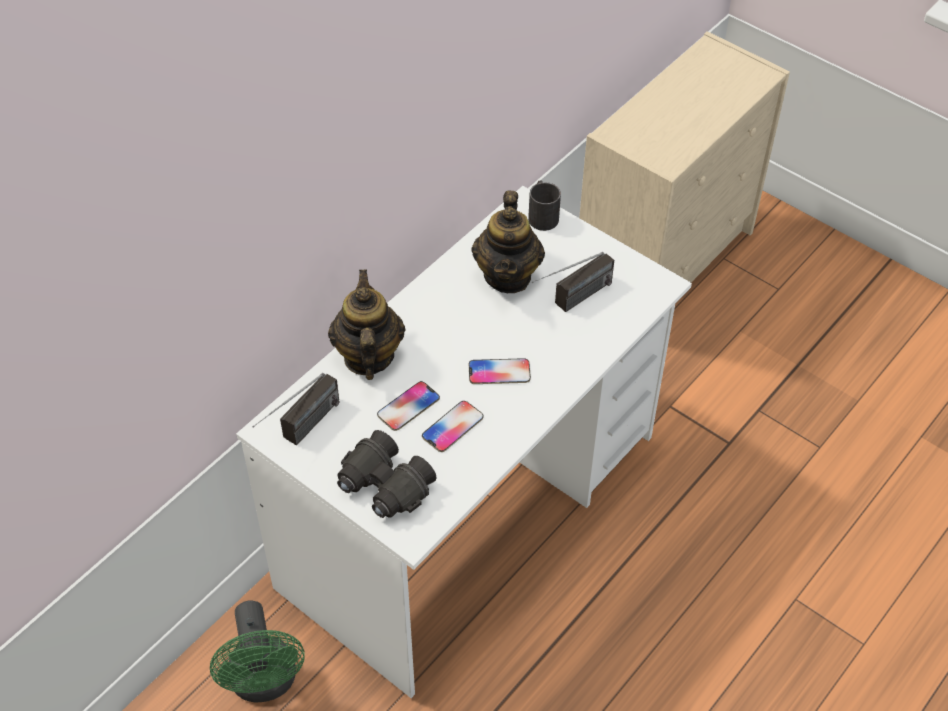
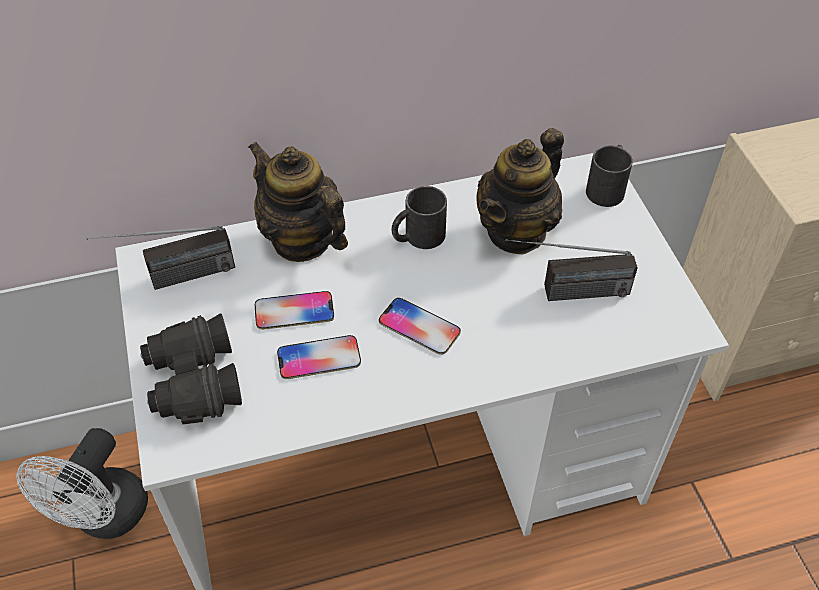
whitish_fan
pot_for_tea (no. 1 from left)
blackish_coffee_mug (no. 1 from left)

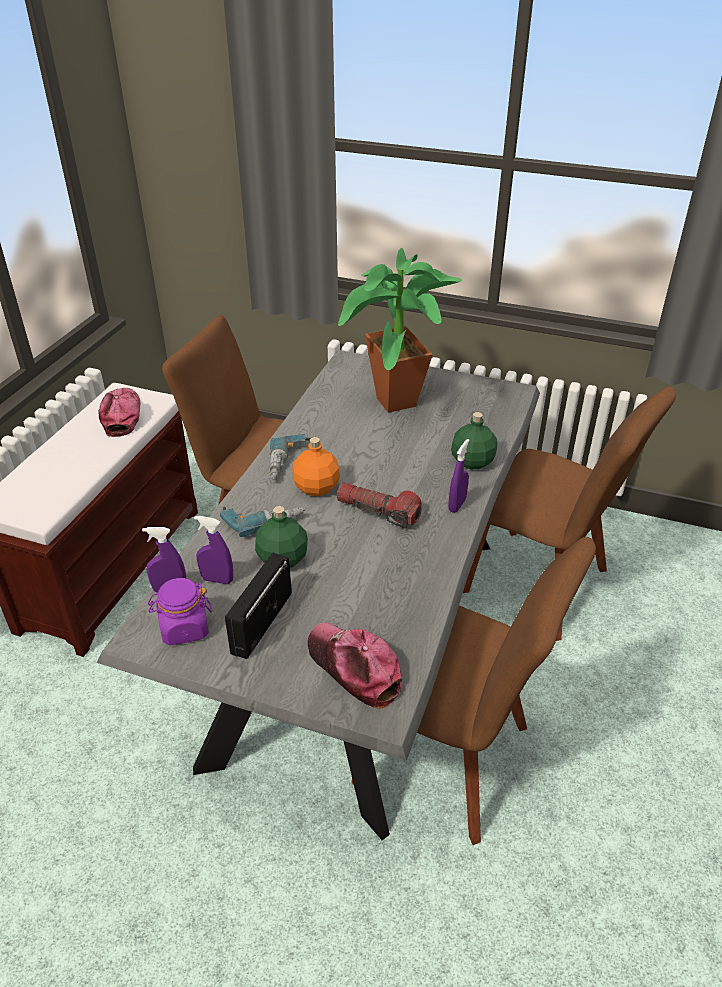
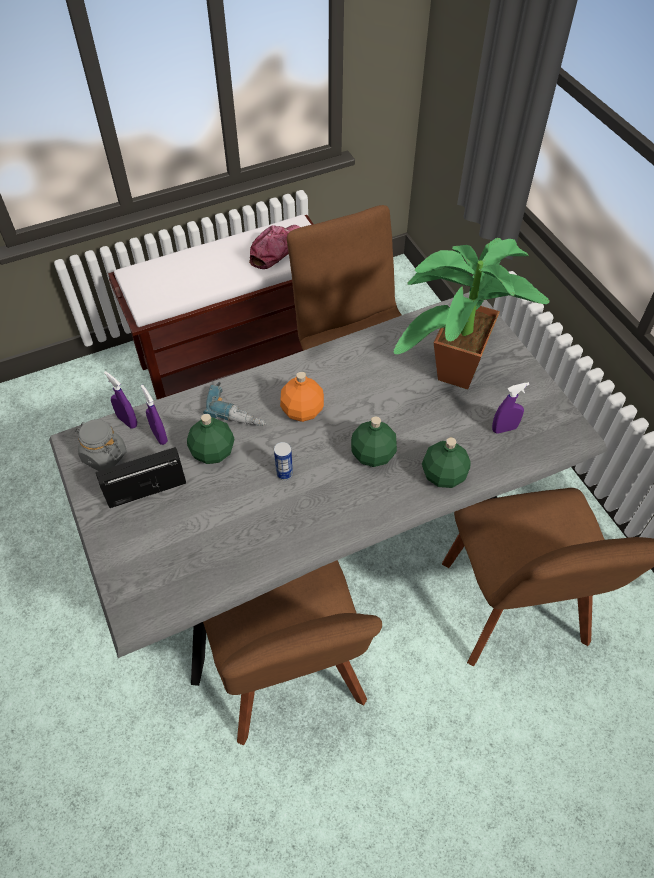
gray_preserve_jar
electric_drill (no. 2 from left in the first image)
peaked_cap (no. 2 from left in the first image)
torch
purplish_hand_sprayer (no. 3 from left)
metal_can
green-coloured_beverage_bottle (no. 2 from left)

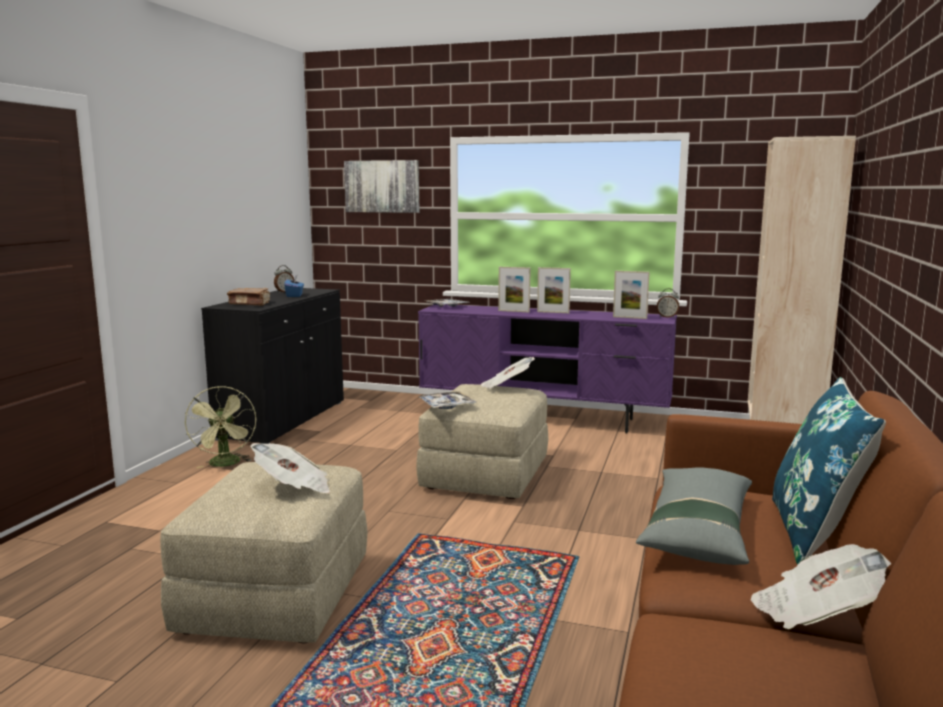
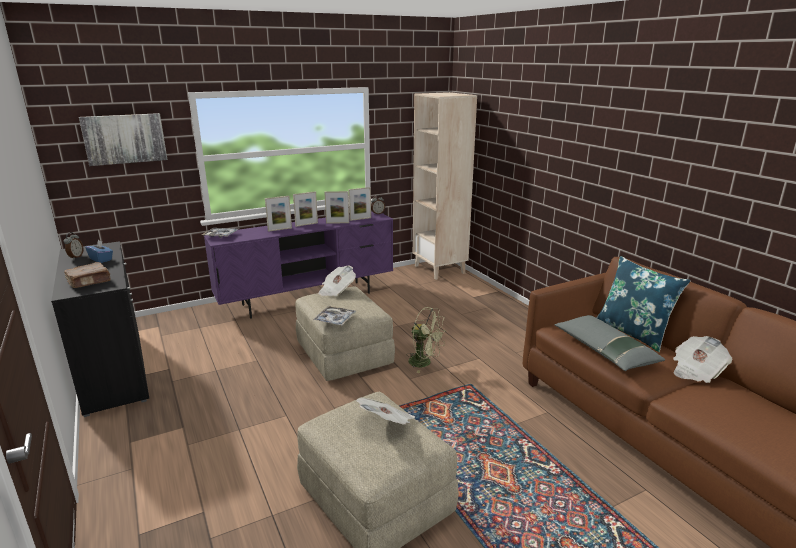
green-coloured_fan
picture_frame (no. 3 from left)

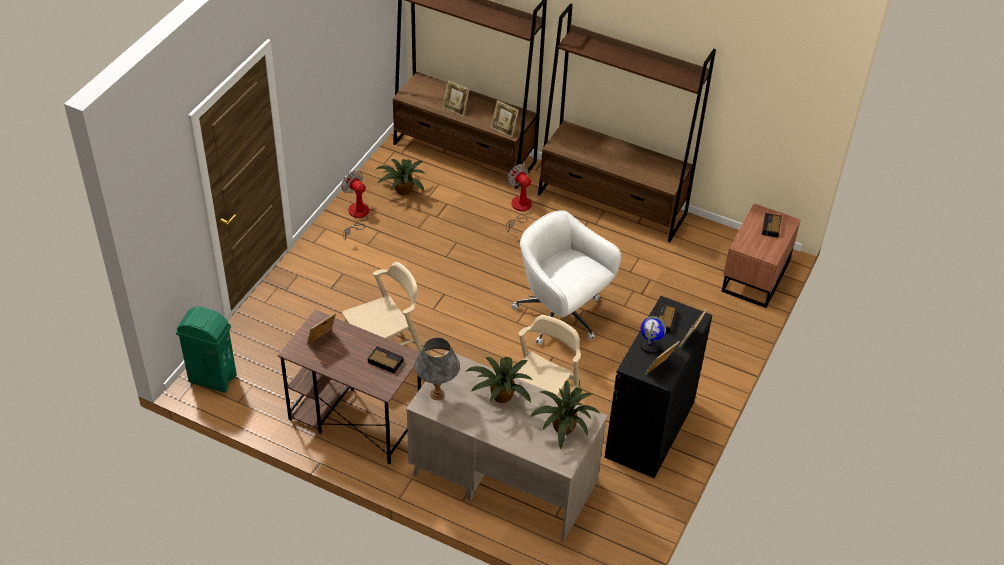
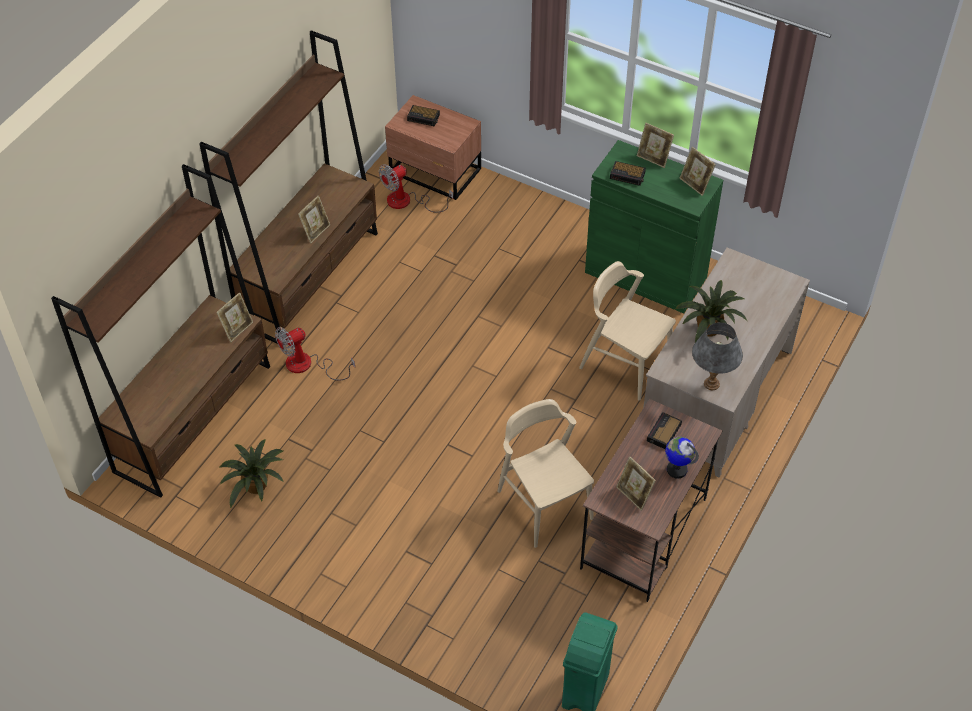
fan (no. 2 from left)
picture_frame (no. 2 from left)
whitish_desk_chair
houseplant (no. 3 from left in the first image)
green-coloured_cabinet
desk_globe

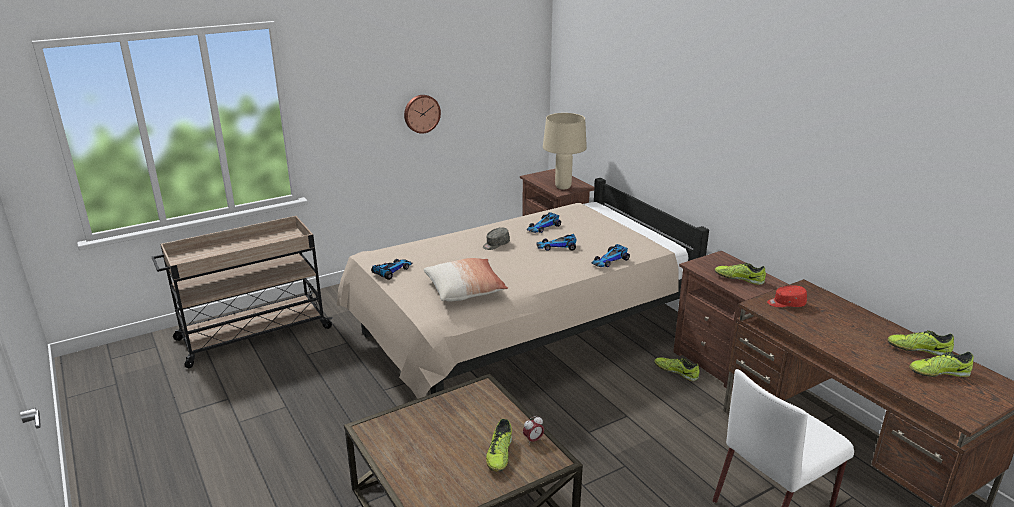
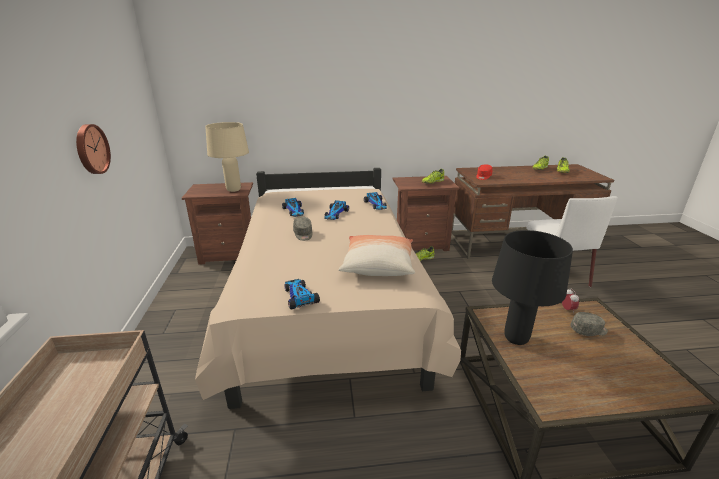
gray_peaked_cap (no. 2 from left)
blackish_lamp_for_a_table

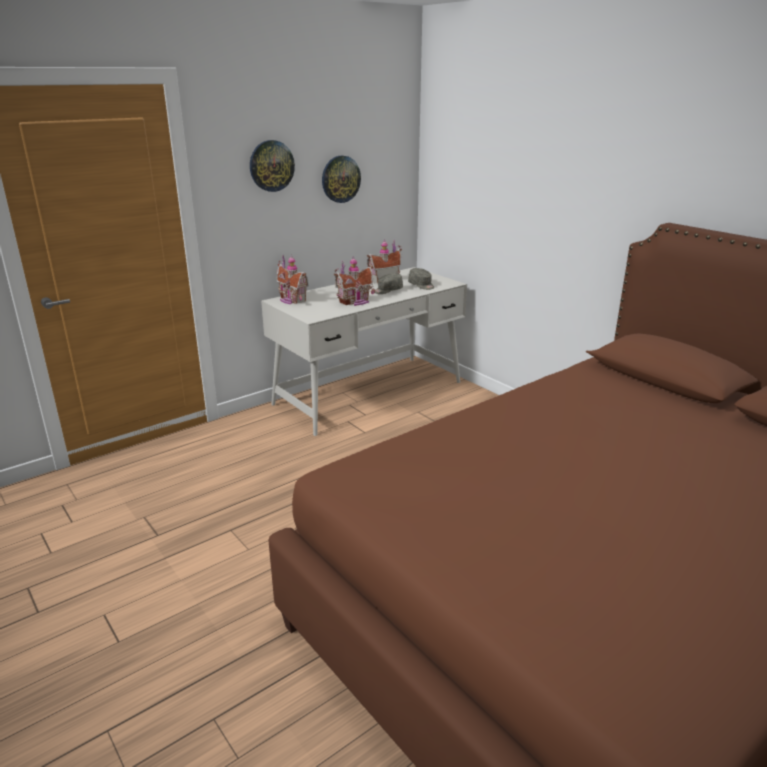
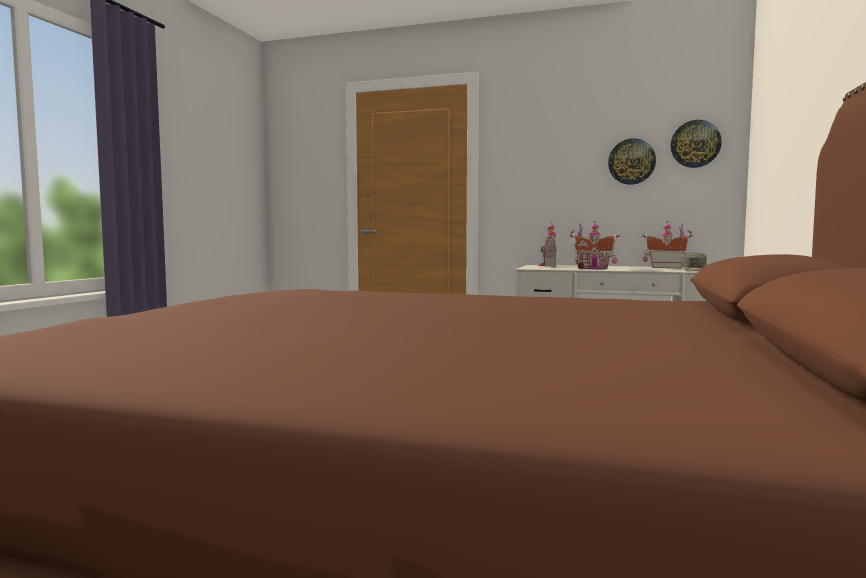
hanging_clock (no. 2 from left)
gray_peaked_cap (no. 1 from left in the first image)

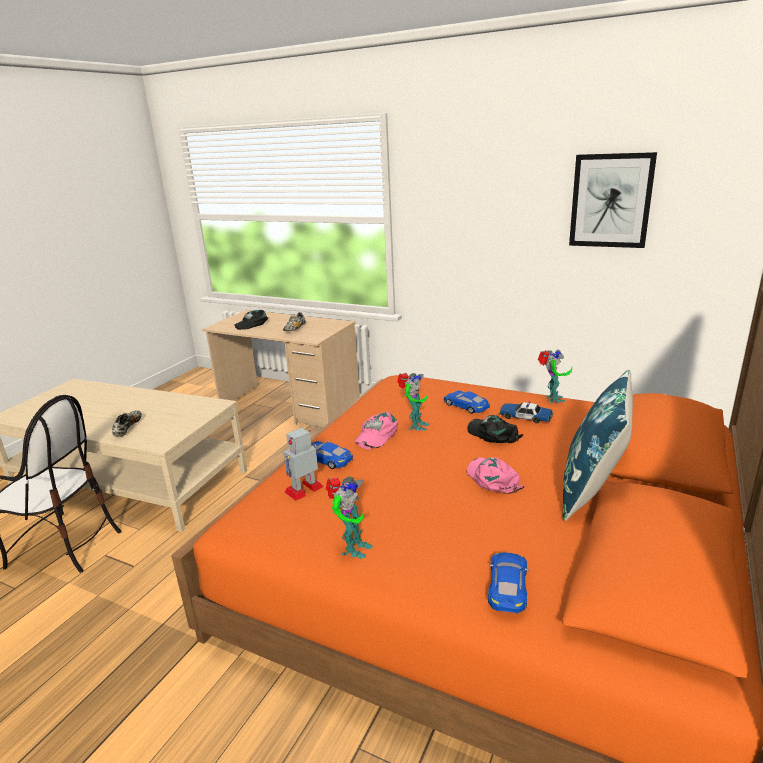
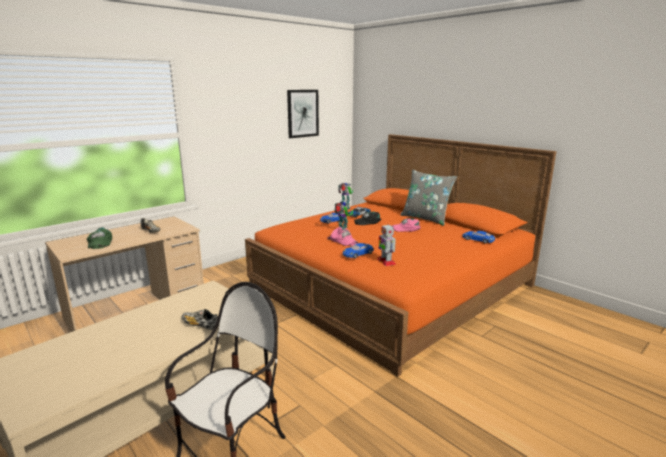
green-coloured_peaked_cap
model_robot (no. 2 from left in the first image)
gray_cushion

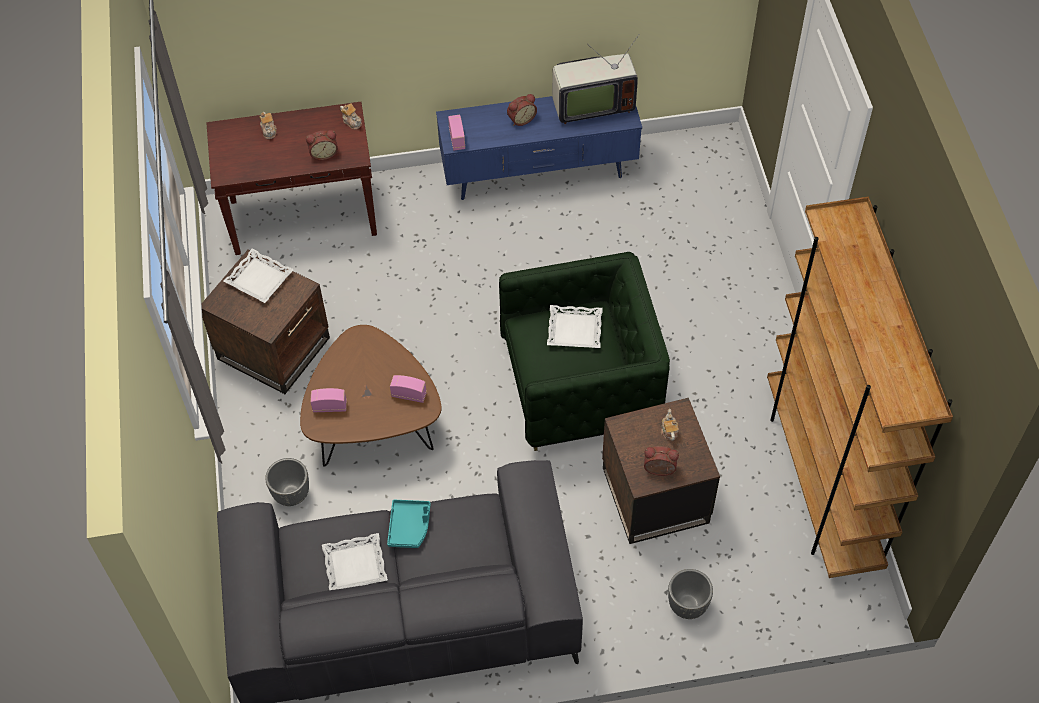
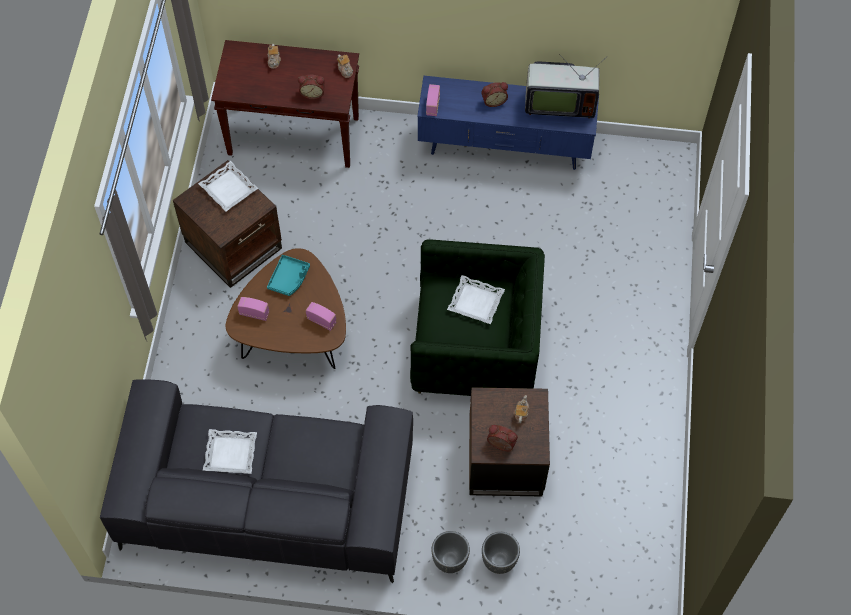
gray_planter (no. 1 from left)
blue-green_carrying_tray
brown-coloured_bookcase

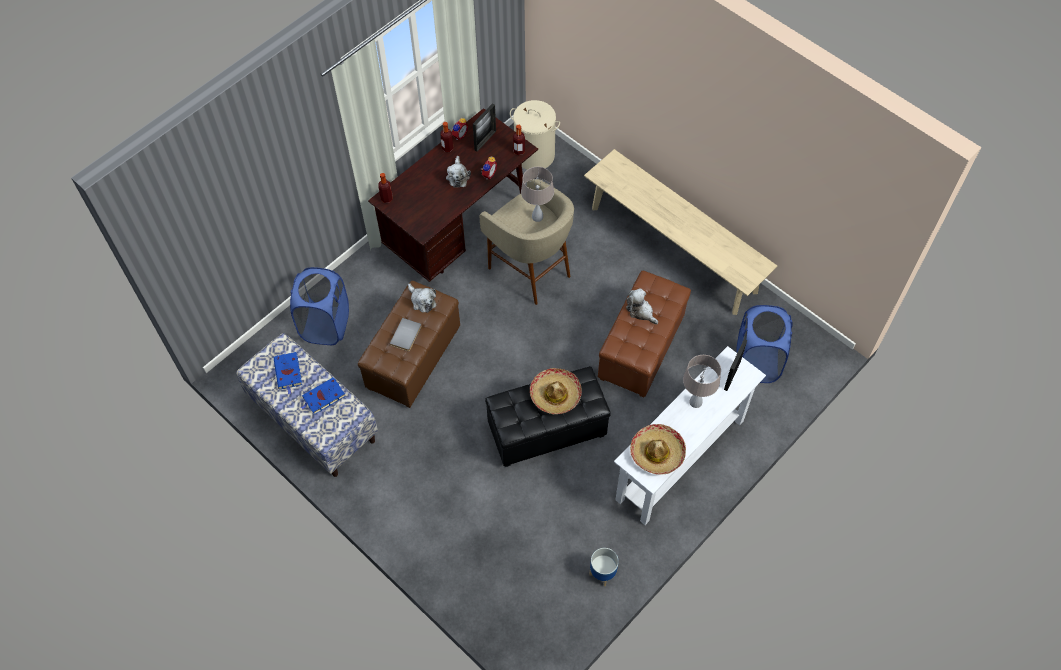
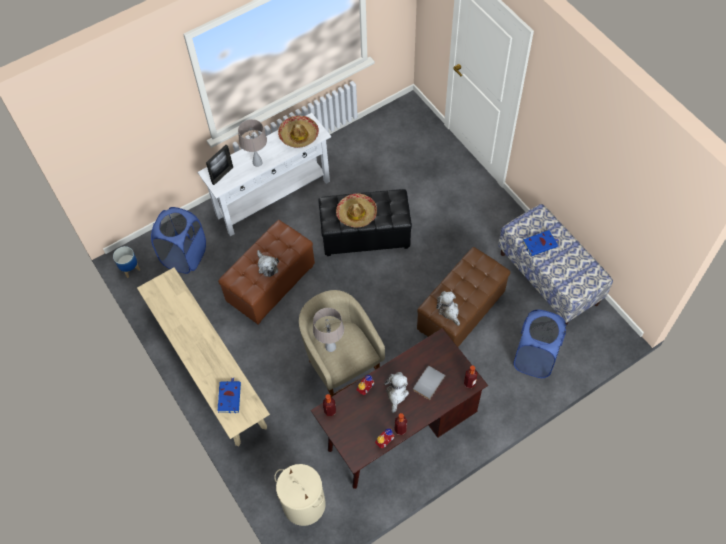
blue-coloured_volume (no. 1 from left)
gray_volume
picture_frame (no. 1 from left in the first image)
planter

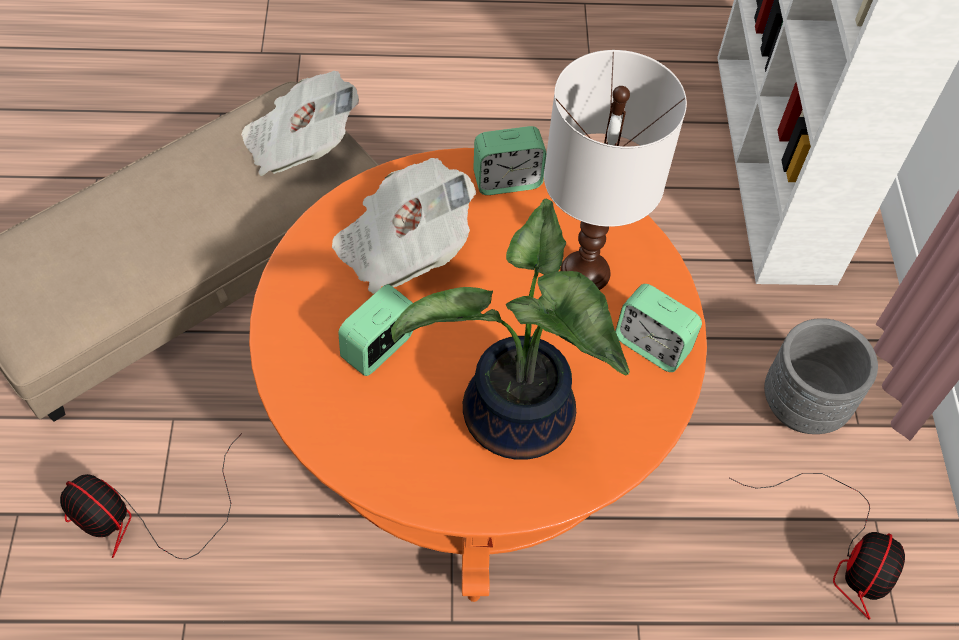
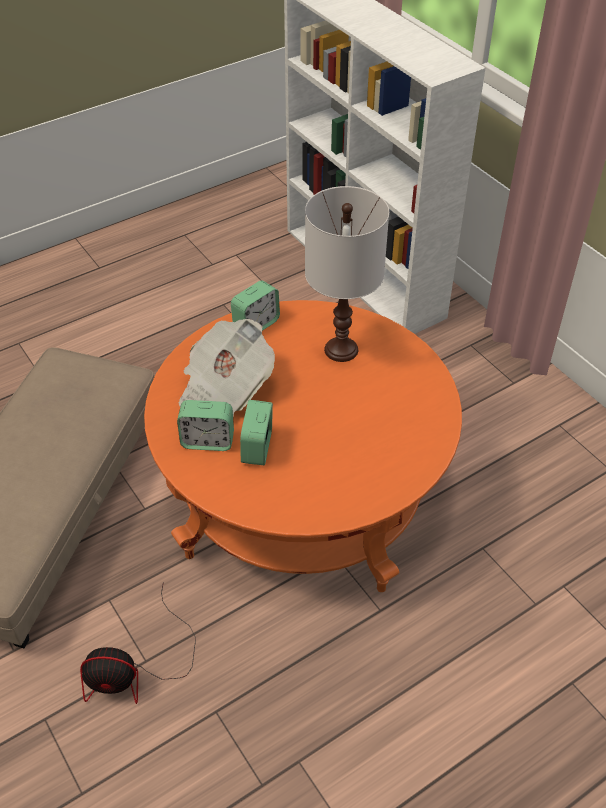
printed_paper (no. 1 from left in the first image)
houseplant
bedside_clock (no. 1 from left)
fan (no. 2 from left in the first image)
gray_planter

